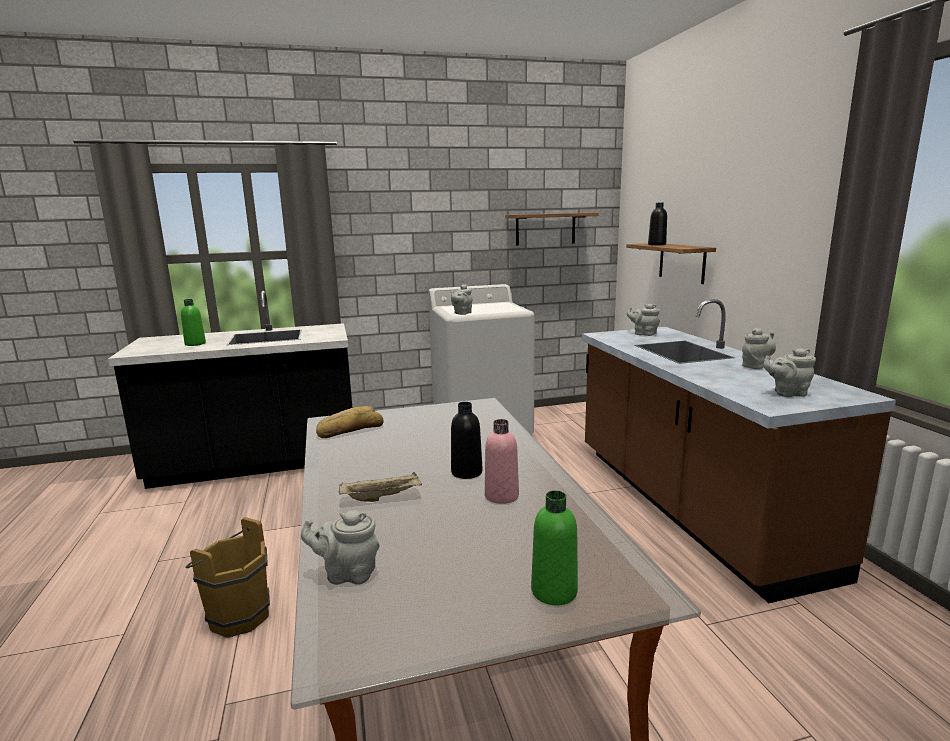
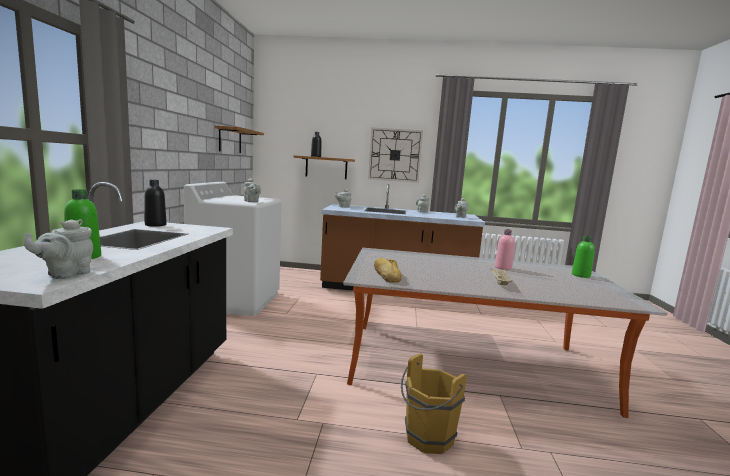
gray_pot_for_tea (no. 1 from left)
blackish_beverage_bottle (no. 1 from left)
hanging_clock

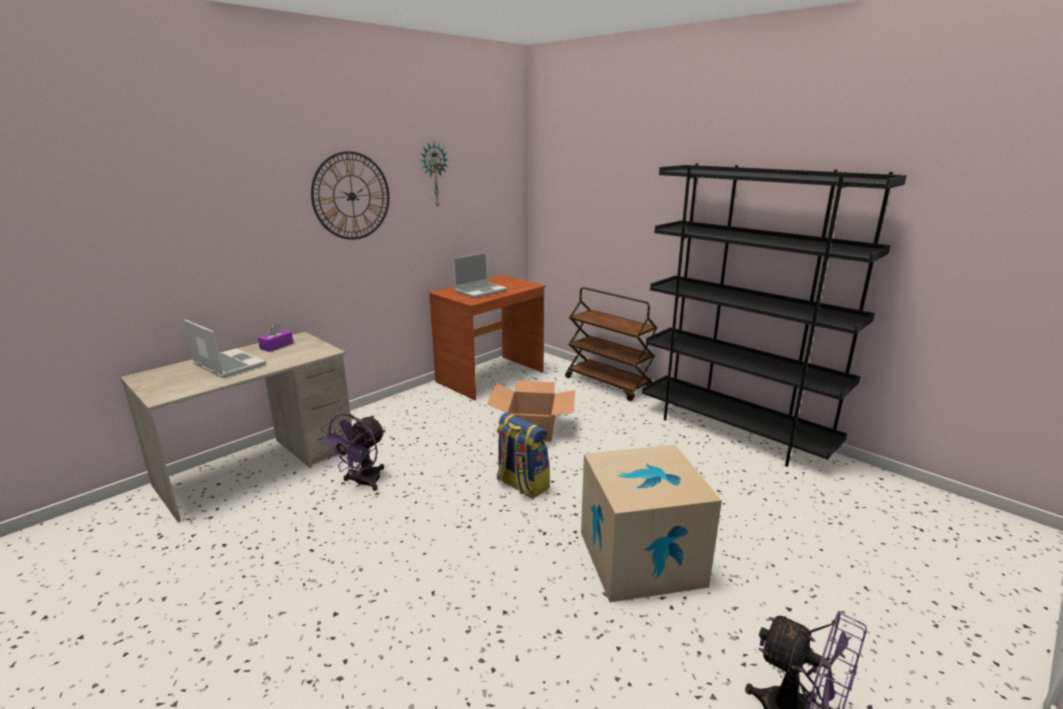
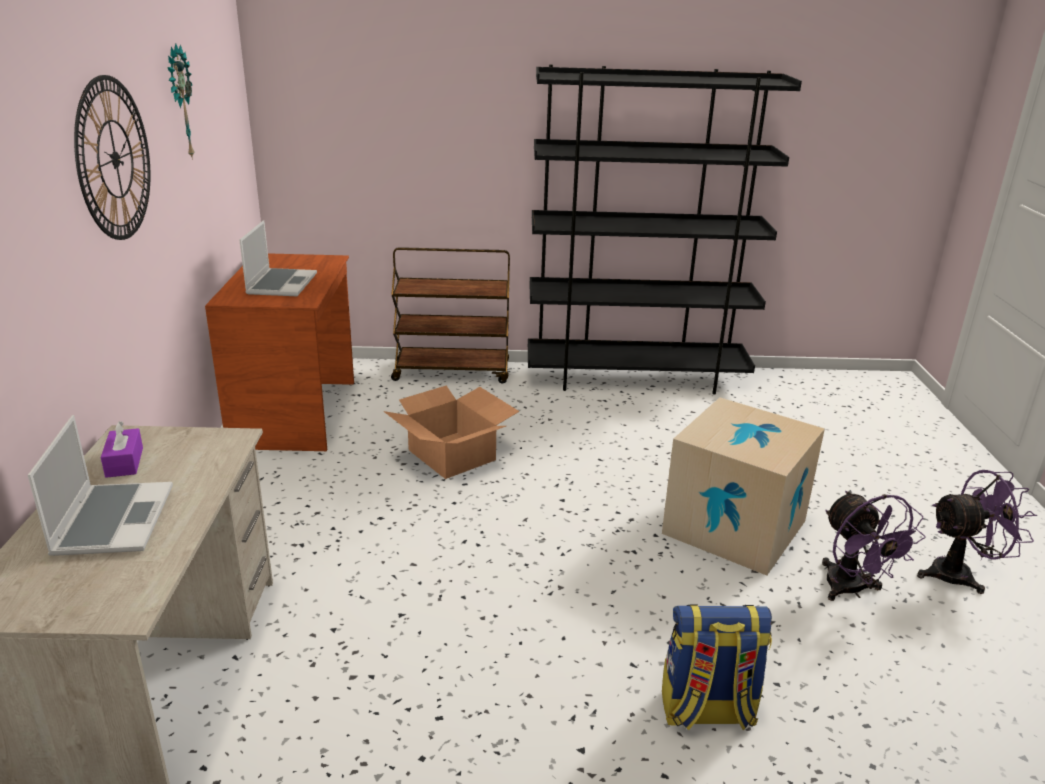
laptop (no. 1 from left)
purplish_fan (no. 1 from left)
rucksack

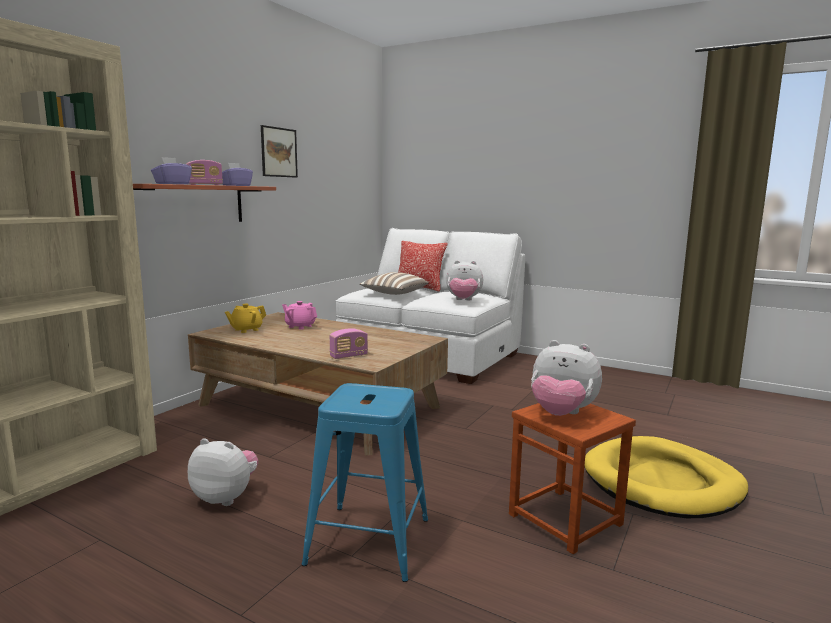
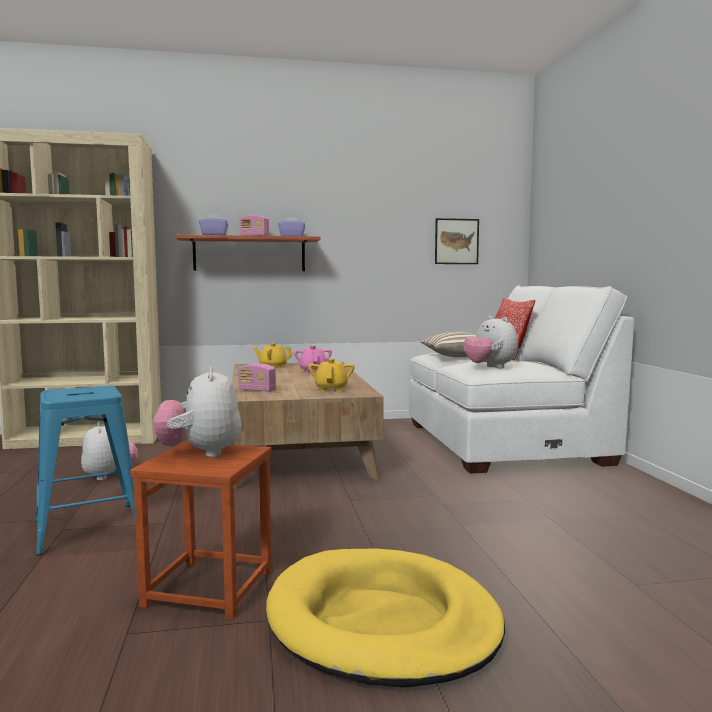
wall_picture
yellow_pot_for_tea (no. 2 from left)

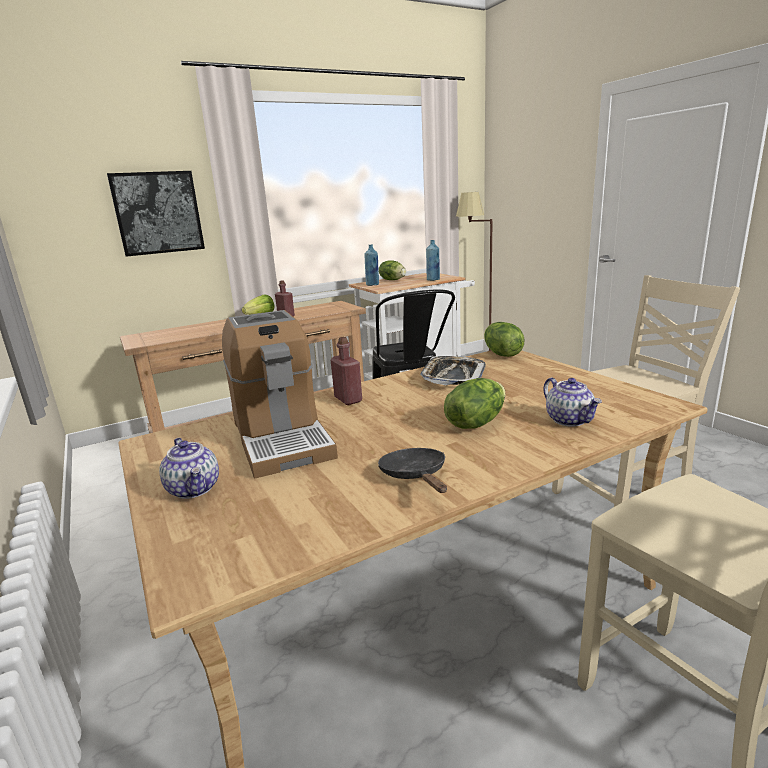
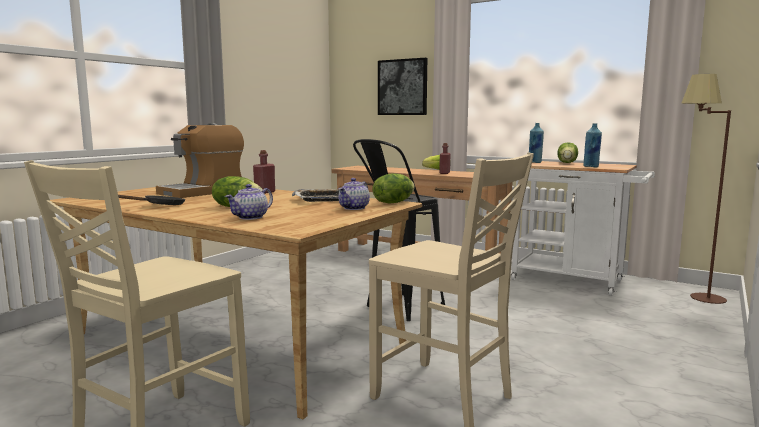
pot_for_tea (no. 2 from left)

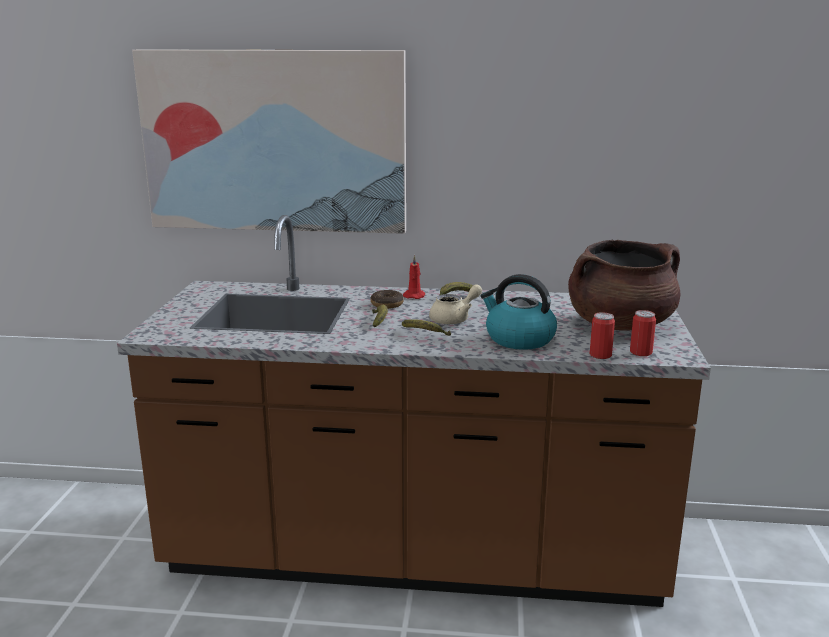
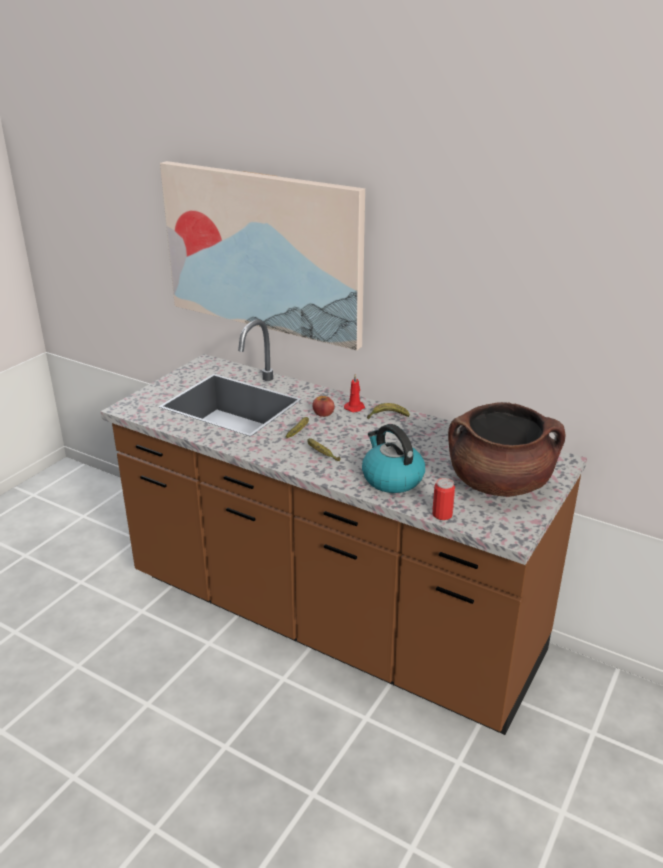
apple
beige_pot_for_tea
metal_can (no. 2 from left in the first image)

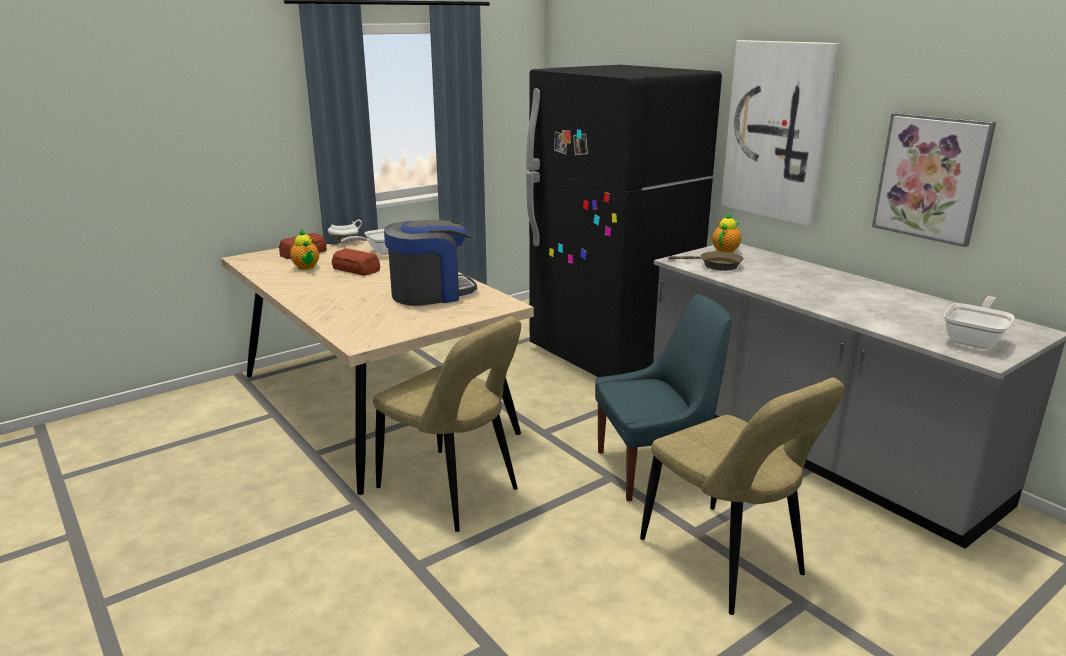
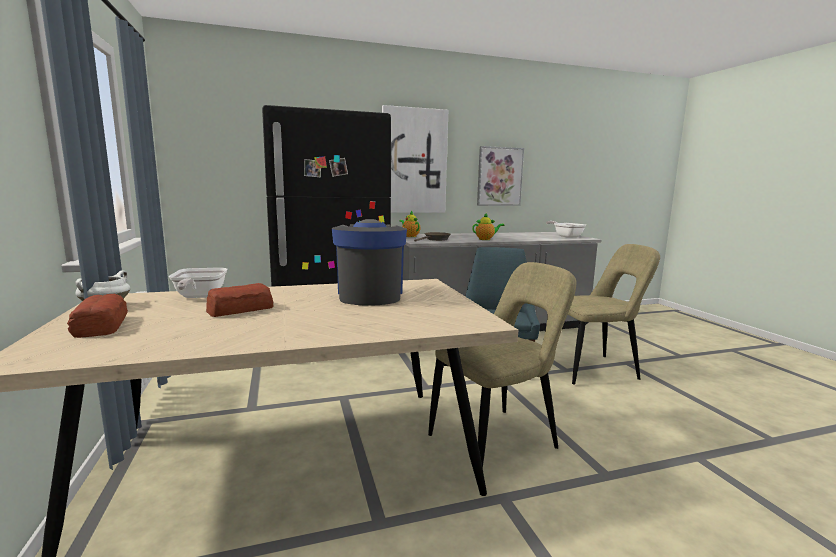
pot_for_tea (no. 2 from left)

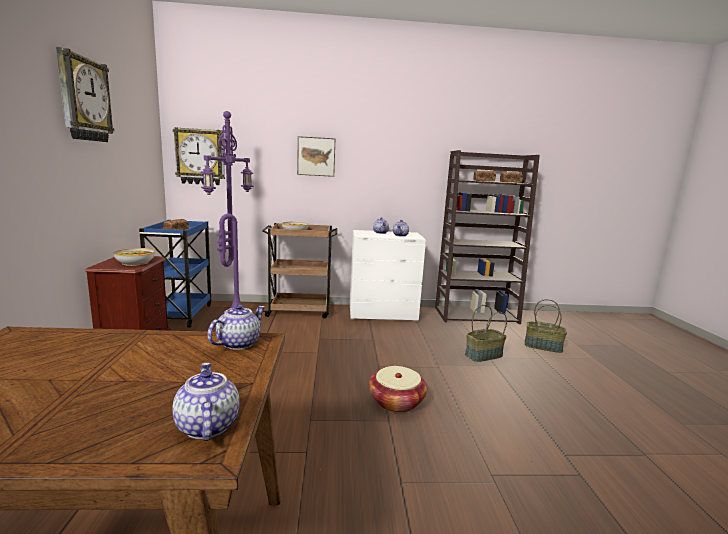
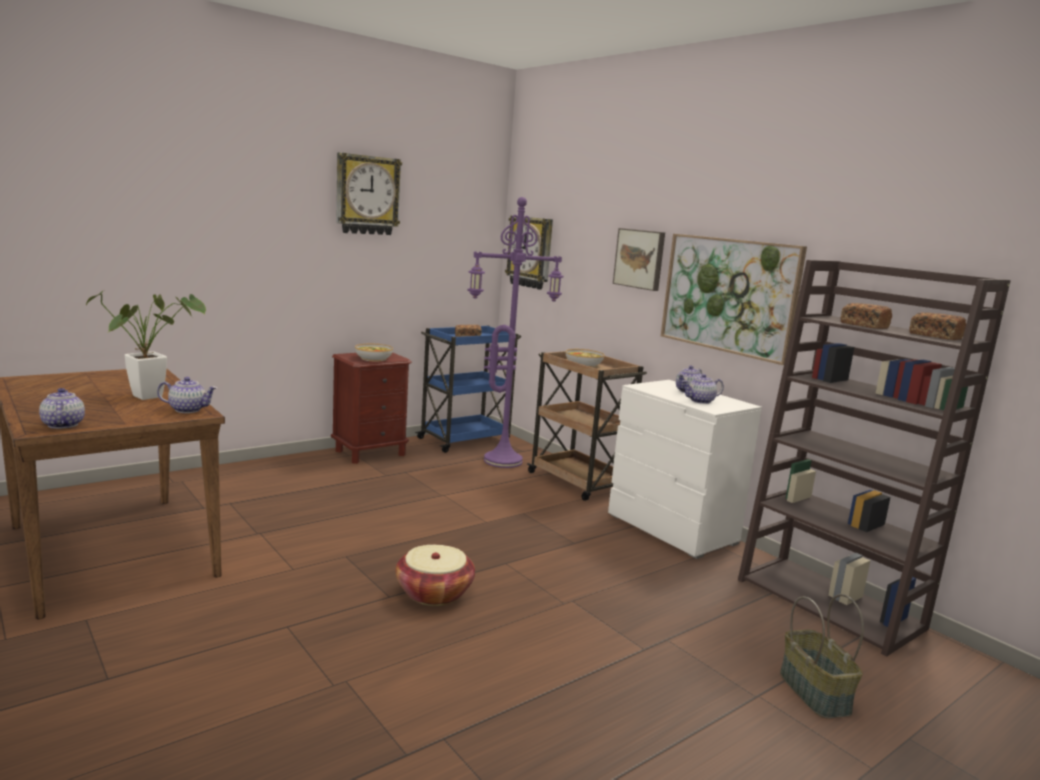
pot_for_tea (no. 1 from left)
household_basket (no. 2 from left in the first image)
houseplant
wall_picture (no. 2 from left)

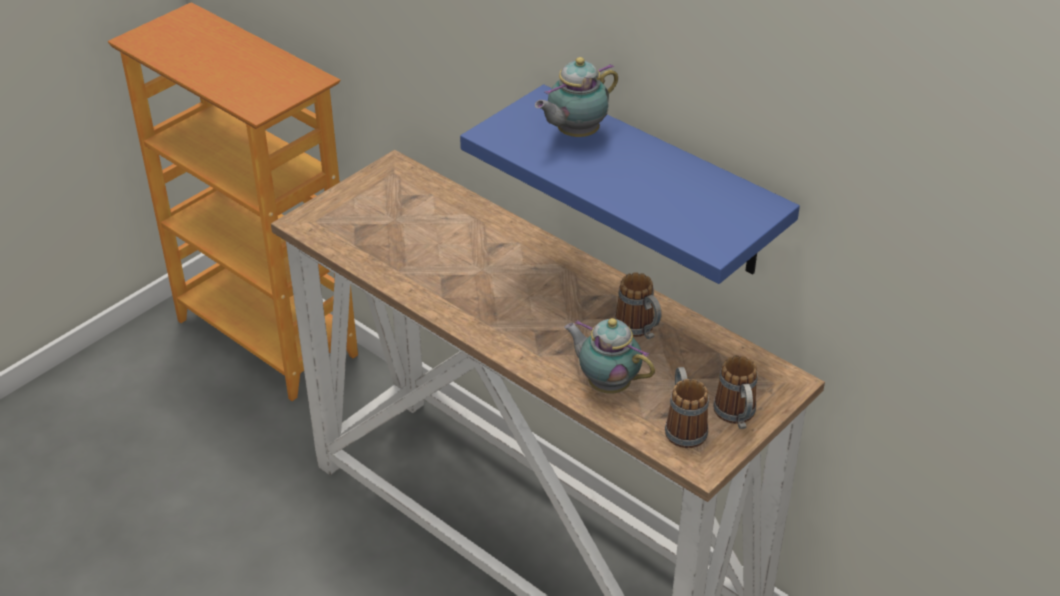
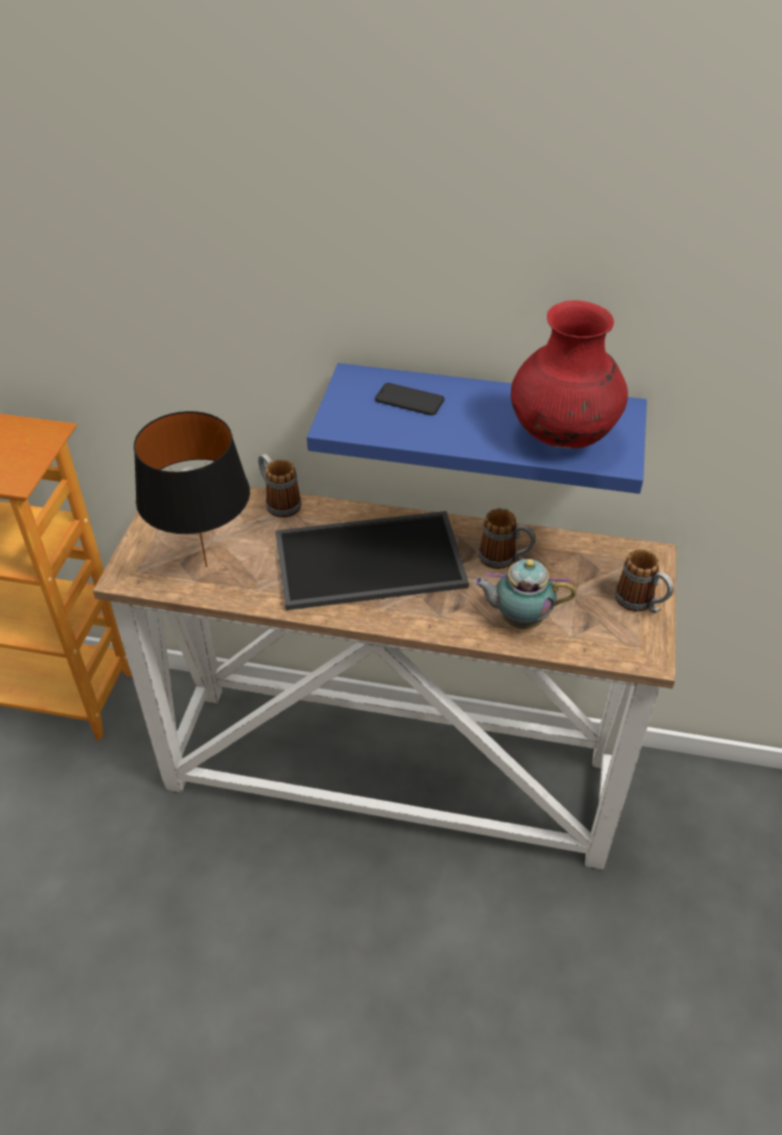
telephone
coffee_mug (no. 1 from left)
blackish_lamp_for_a_table
carrying_tray
red_decorative_vase

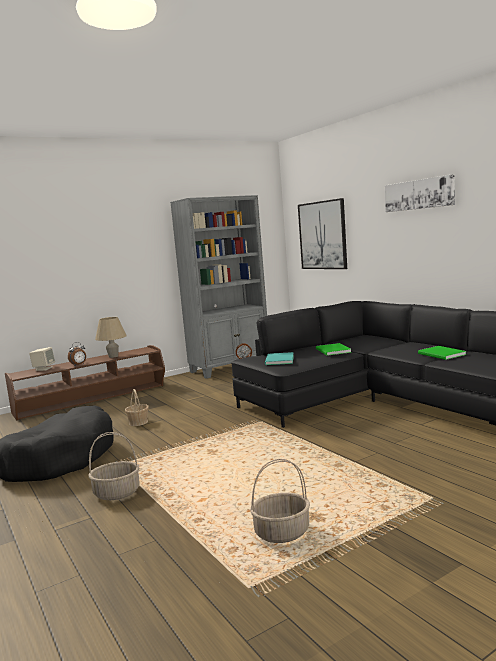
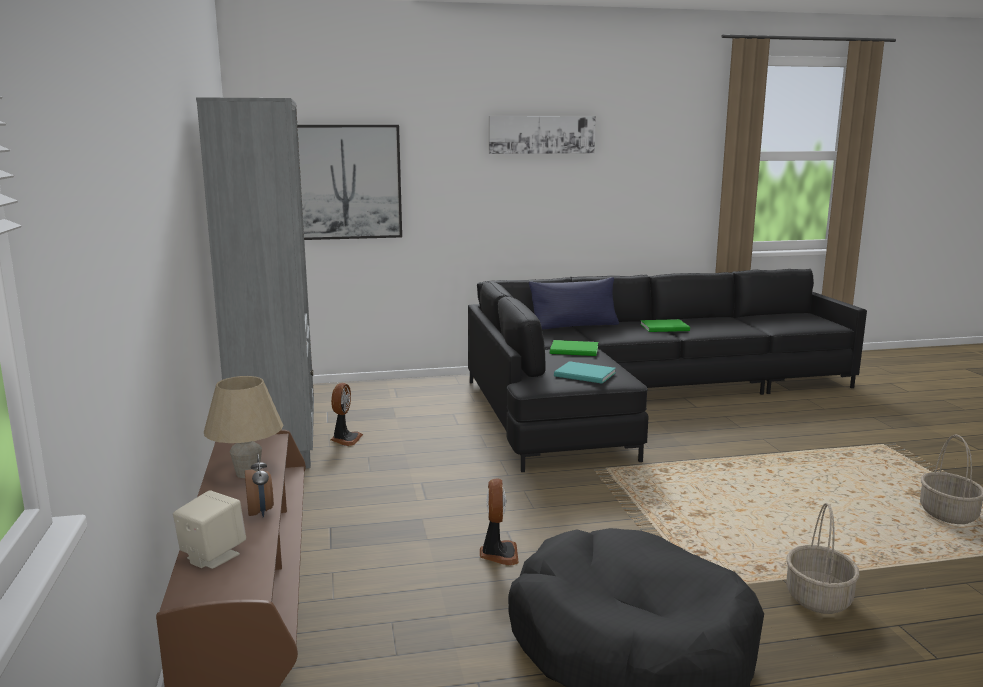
fan (no. 2 from left)
blue-coloured_cushion

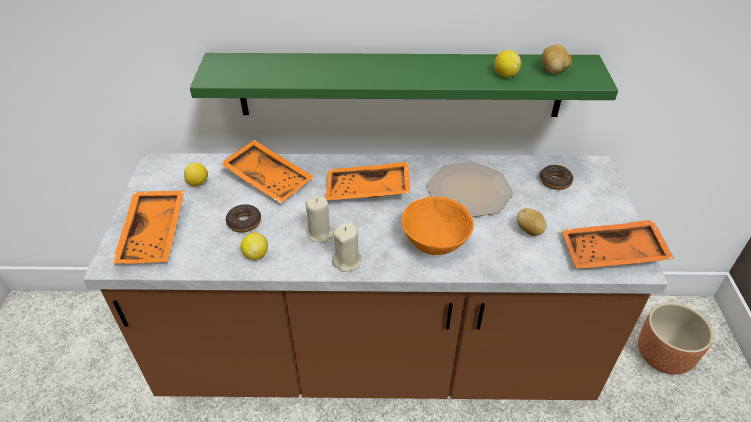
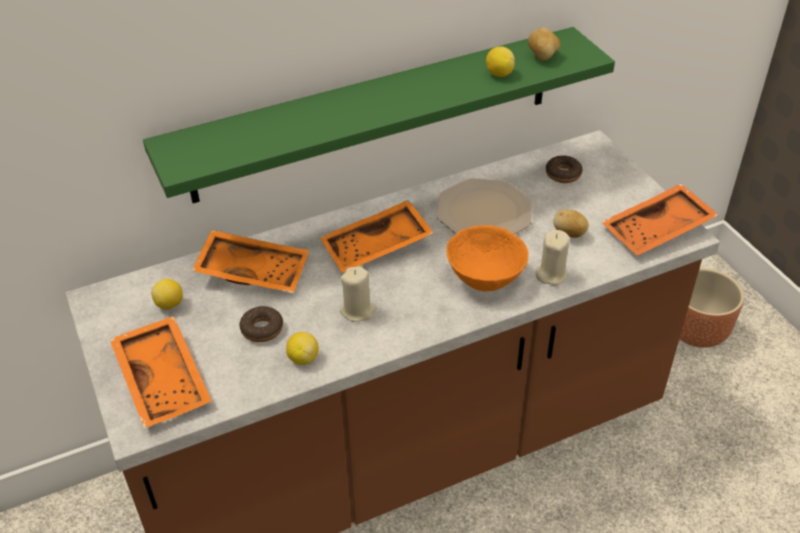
beige_wax_light (no. 2 from left)

